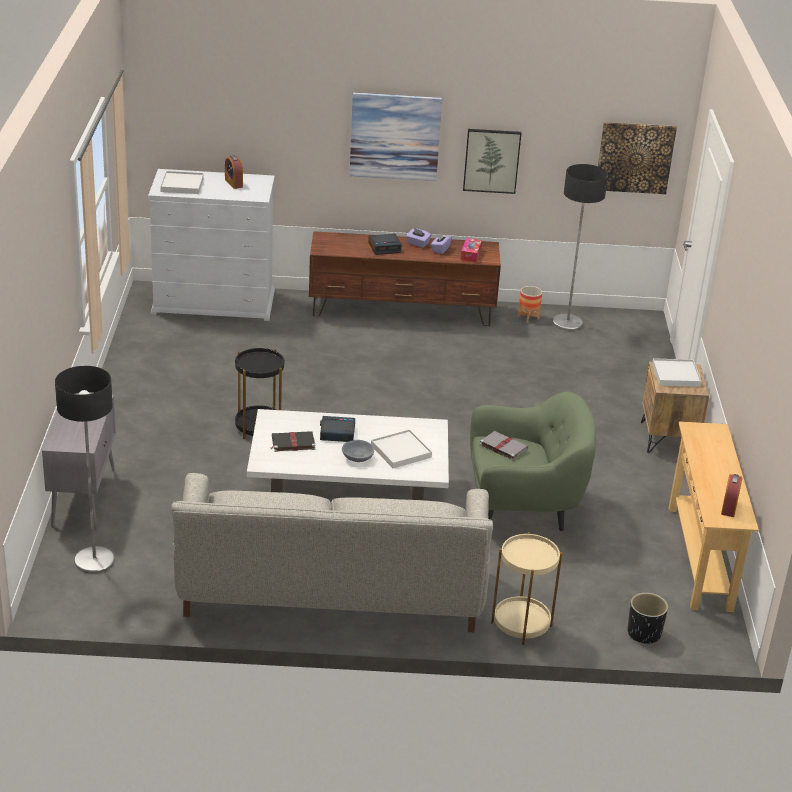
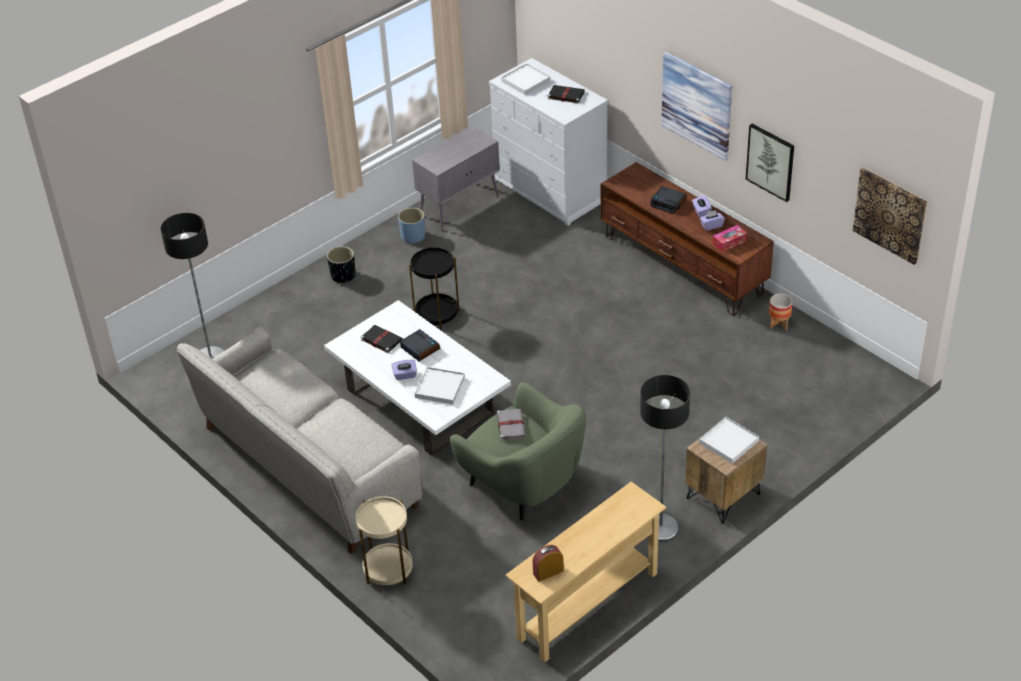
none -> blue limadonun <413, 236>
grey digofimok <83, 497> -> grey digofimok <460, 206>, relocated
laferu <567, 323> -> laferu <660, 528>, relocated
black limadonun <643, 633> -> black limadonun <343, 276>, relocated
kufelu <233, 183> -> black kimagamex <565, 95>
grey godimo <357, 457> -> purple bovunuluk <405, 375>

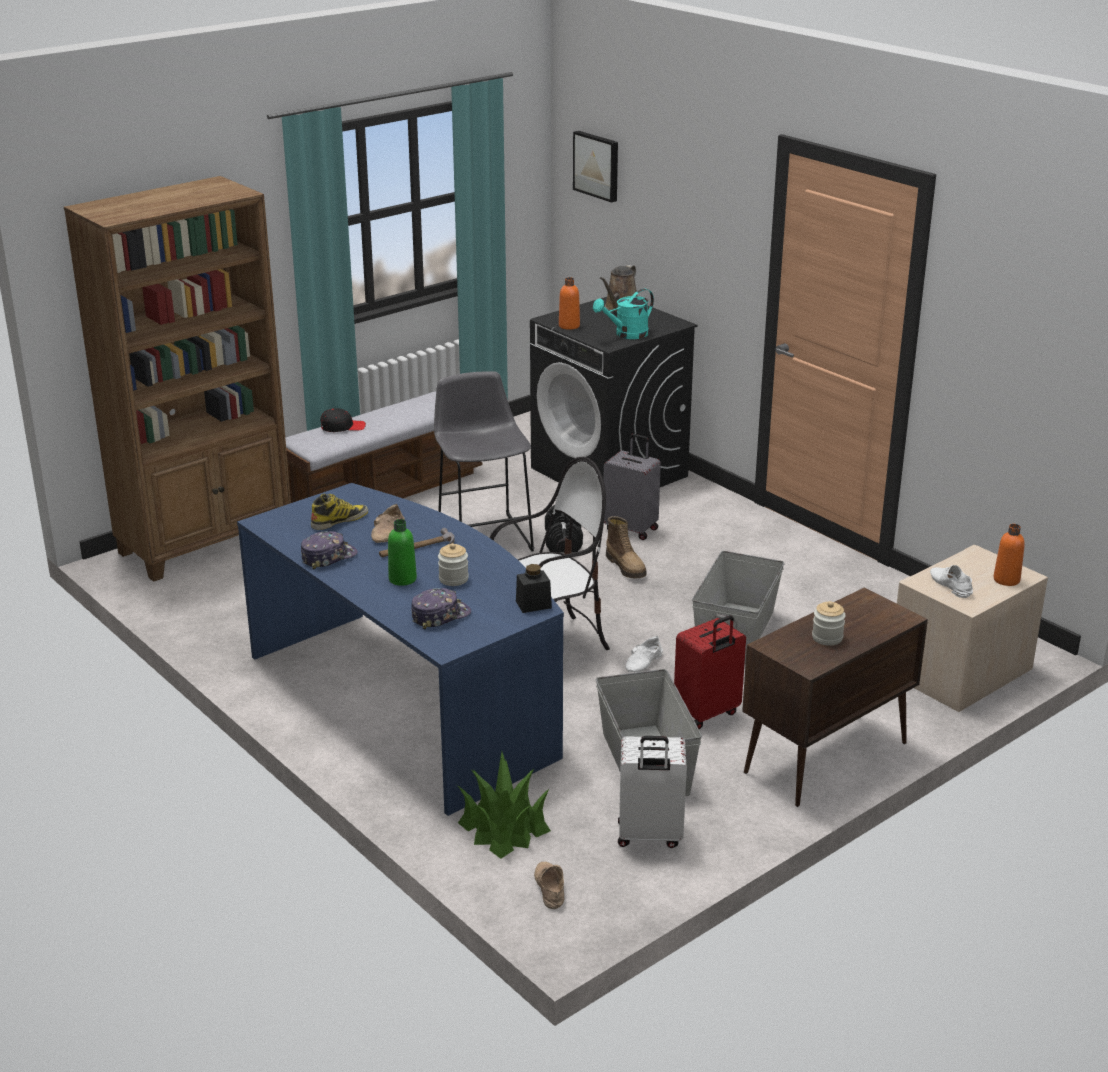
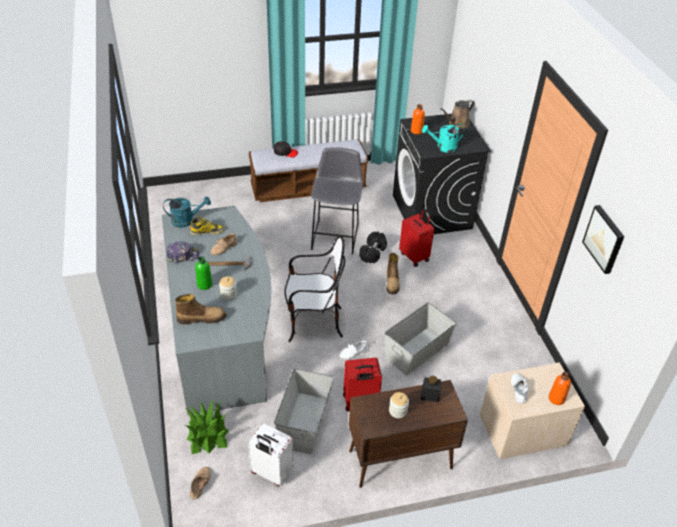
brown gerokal <207, 543> -> none
none -> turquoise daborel <186, 220>
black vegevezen <533, 604> -> black vegevezen <430, 395>, relocated
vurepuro <597, 165> -> vurepuro <605, 239>, relocated
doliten <440, 616> -> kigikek <202, 318>
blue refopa <408, 701> -> grey refopa <222, 333>
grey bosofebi <632, 529> -> red bosofebi <414, 256>

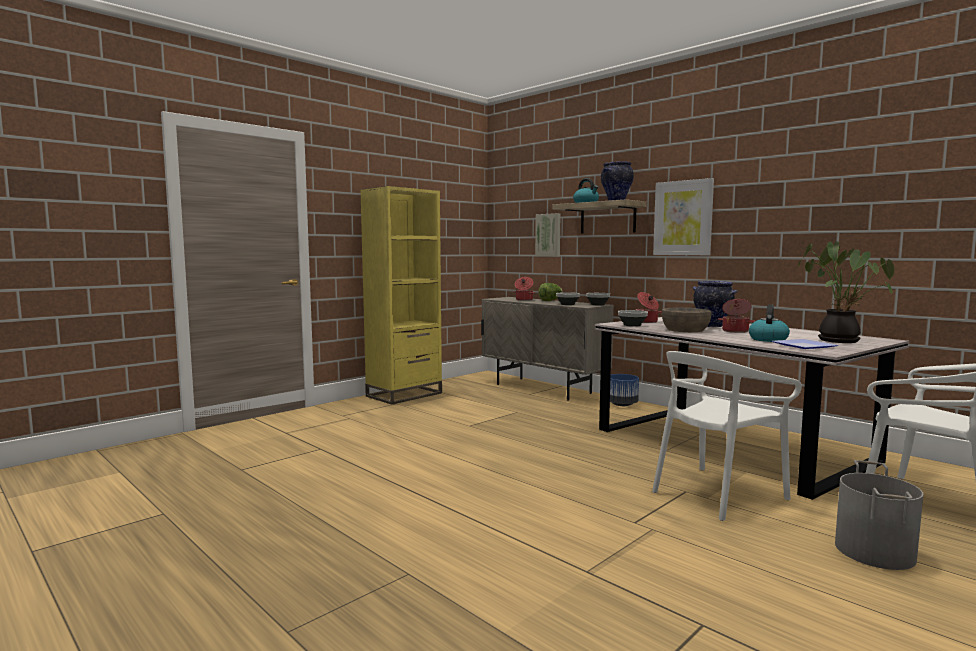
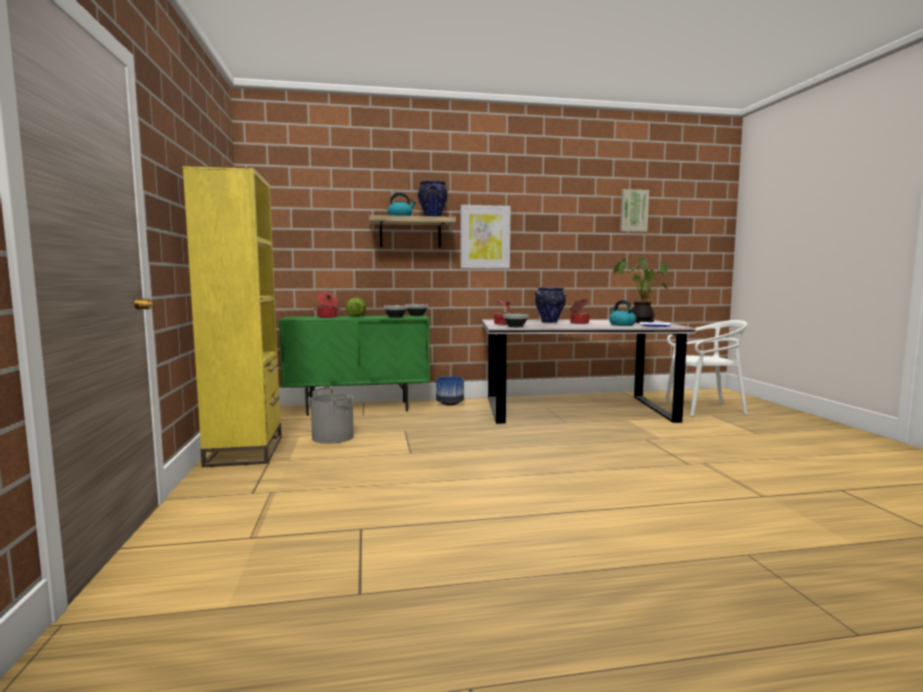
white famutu <717, 493> -> none
brown godimo <685, 330> -> none
vurepuro <548, 235> -> vurepuro <633, 211>, relocated
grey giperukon <875, 551> -> grey giperukon <333, 437>, relocated
beige digofimok <543, 389> -> green digofimok <358, 408>

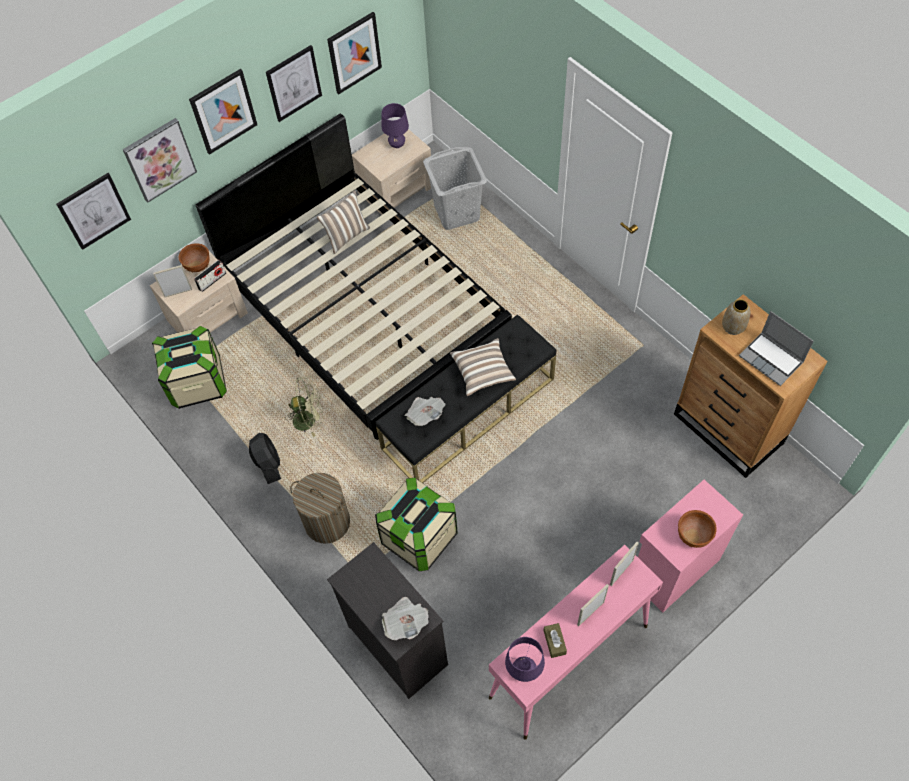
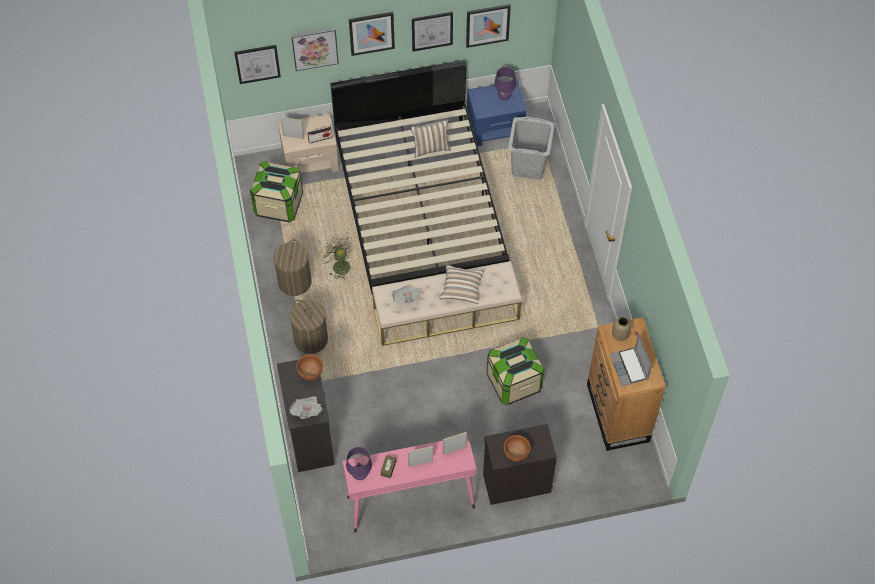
brown godimo <198, 265> -> brown godimo <311, 373>, relocated
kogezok <419, 537> -> kogezok <514, 382>, relocated
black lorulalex <268, 463> -> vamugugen <294, 281>
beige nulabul <396, 189> -> blue nulabul <495, 127>
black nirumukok <468, 413> -> beige nirumukok <446, 314>
pink digofimok <673, 569> -> black digofimok <516, 482>
green lorulalex <309, 419> -> green lorulalex <338, 265>, 150 degrees counterclockwise

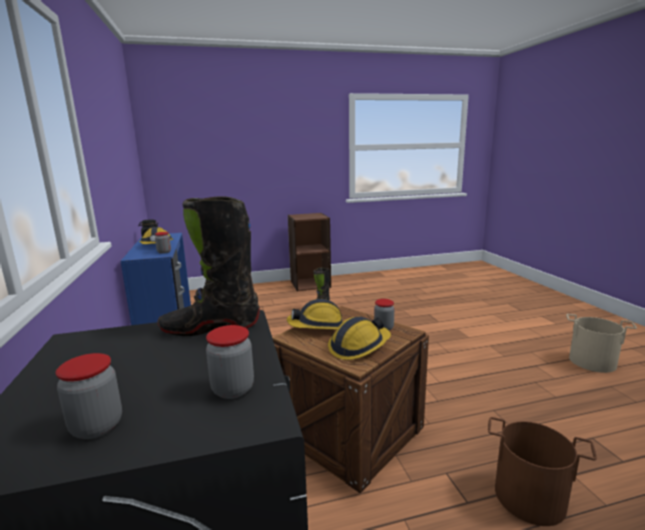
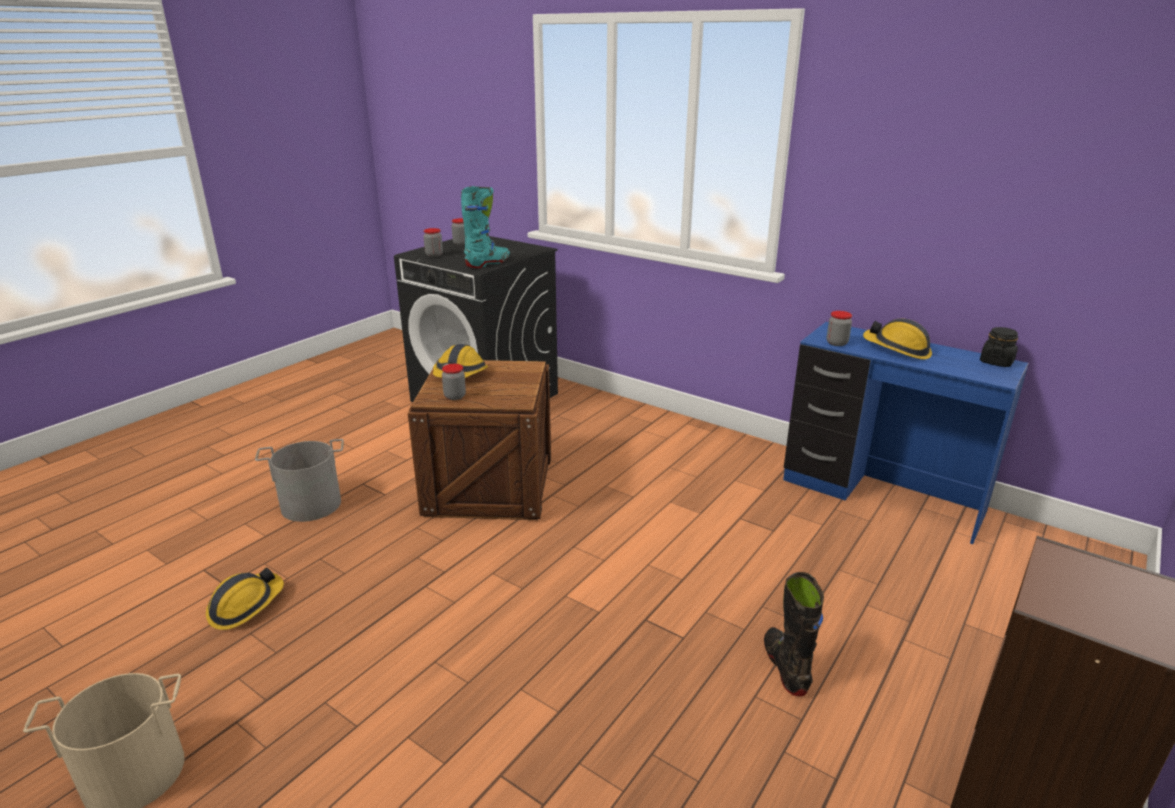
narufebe <317, 326> -> narufebe <245, 606>, relocated
black kigikek <211, 328> -> turquoise kigikek <488, 263>
brown giperukon <529, 497> -> grey giperukon <311, 504>

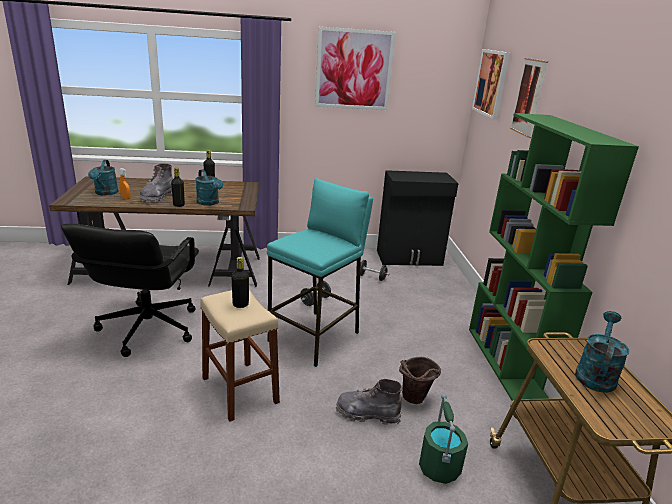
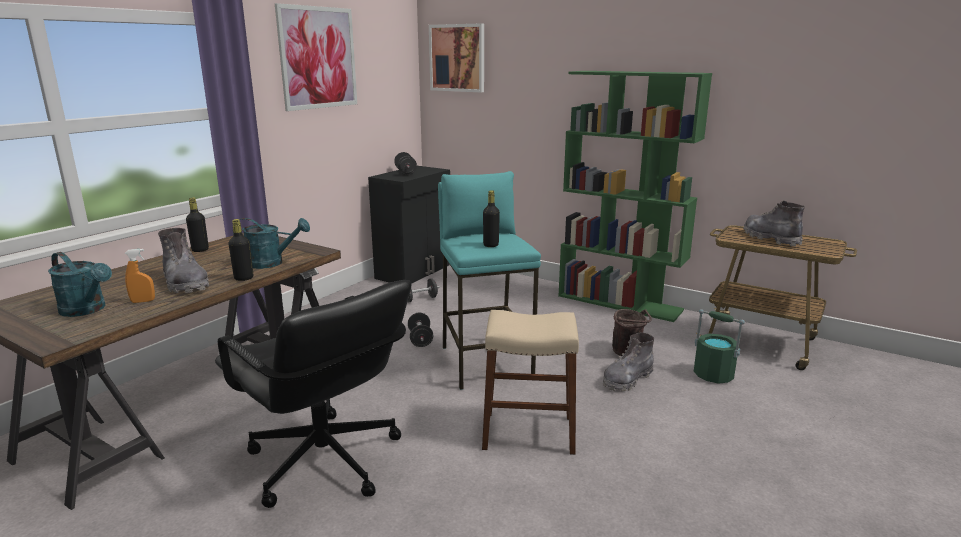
vurepuro <528, 97> -> none
none -> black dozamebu <405, 172>
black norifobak <240, 304> -> black norifobak <491, 245>, relocated
turquoise daborel <595, 374> -> grey kigikek <771, 238>

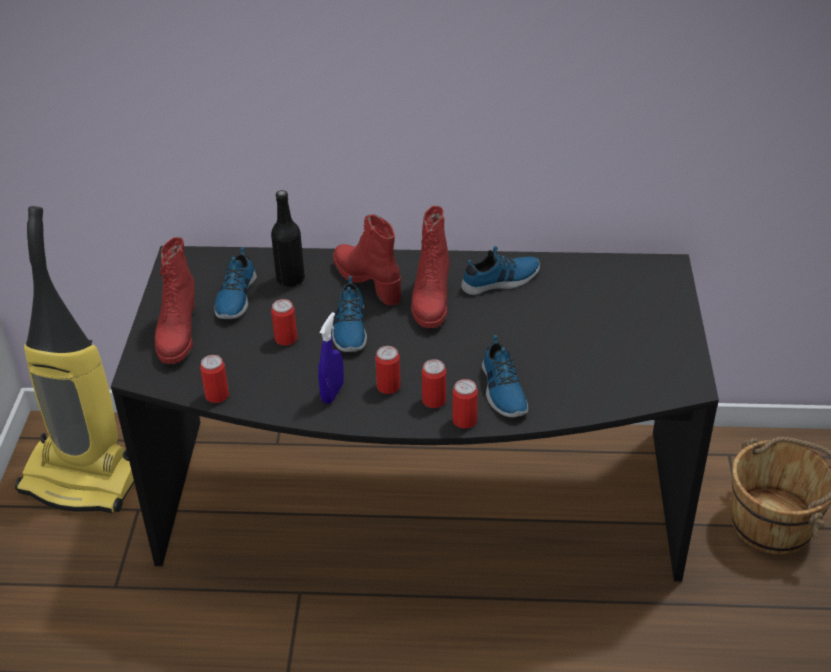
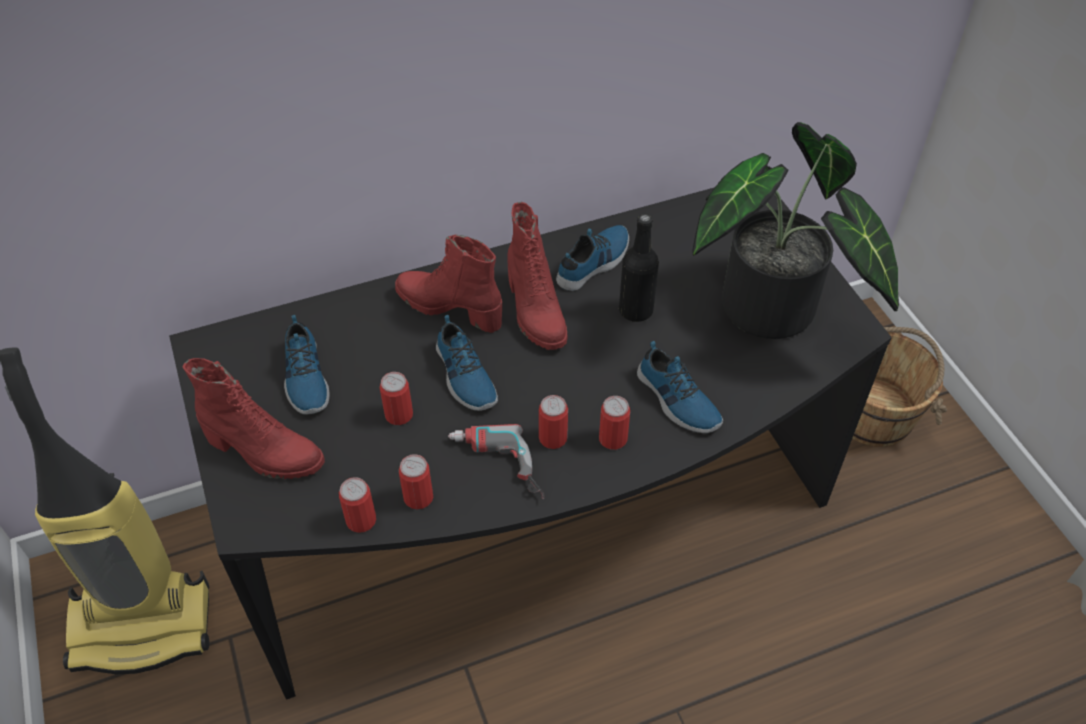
none -> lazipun <772, 315>
black norifobak <290, 279> -> black norifobak <635, 310>, relocated
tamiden <464, 421> -> tamiden <418, 497>, relocated
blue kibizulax <332, 393> -> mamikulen <495, 468>
red kigikek <178, 335> -> red kigikek <264, 453>, 45 degrees counterclockwise

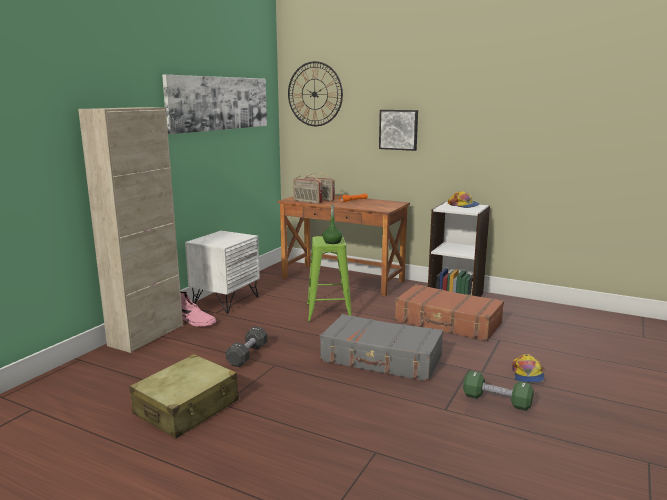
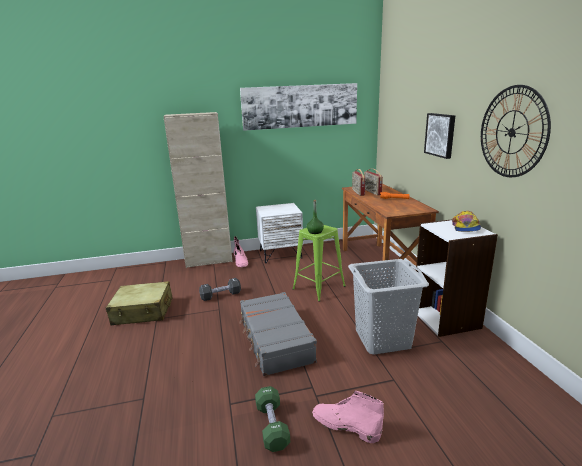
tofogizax <314, 94> -> tofogizax <512, 132>, relocated
brown bosofebi <447, 323> -> grey vamugugen <383, 339>
doliten <527, 374> -> pink kigikek <345, 426>

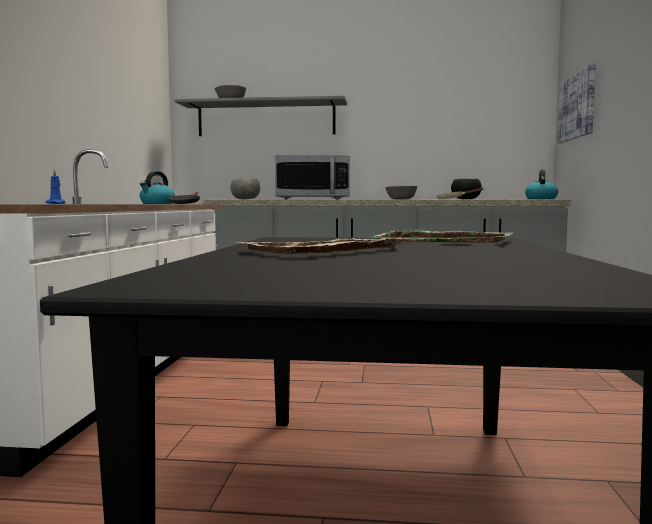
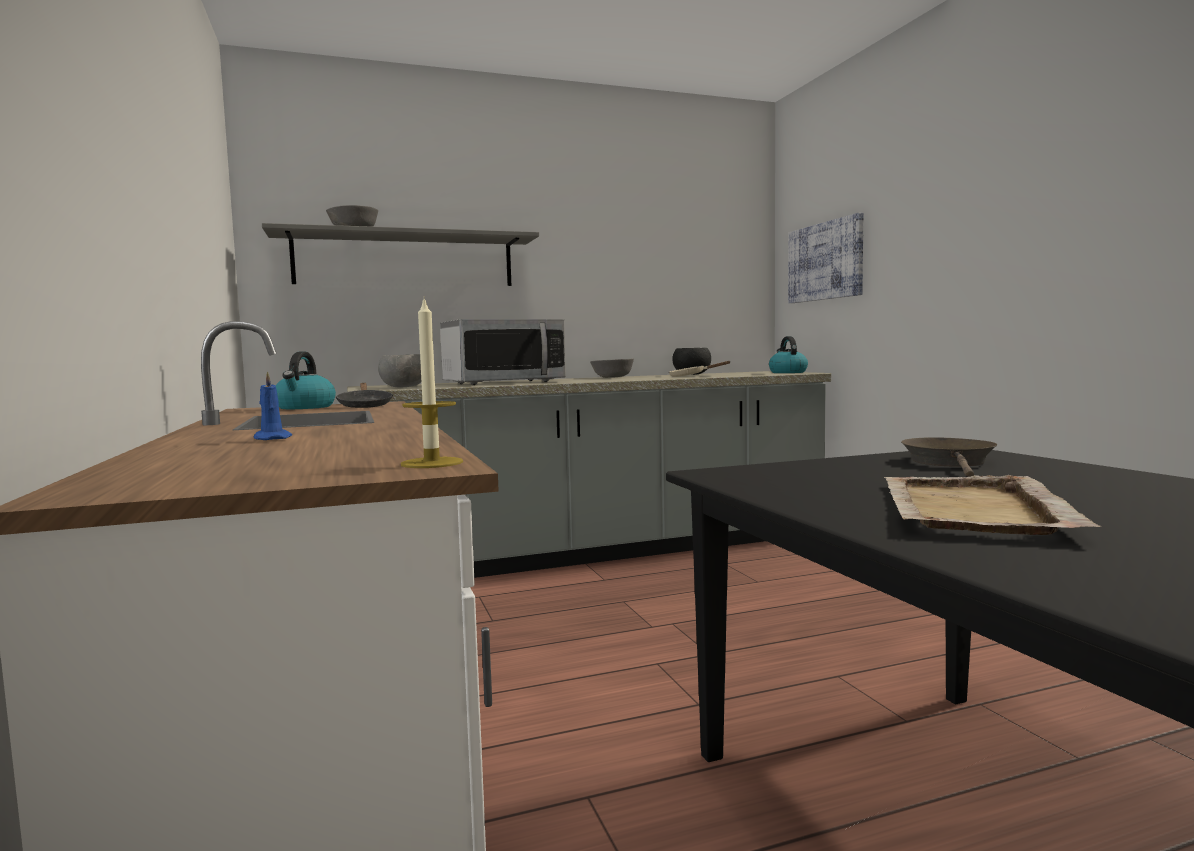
none -> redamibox <432, 463>
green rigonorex <443, 241> -> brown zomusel <950, 463>

